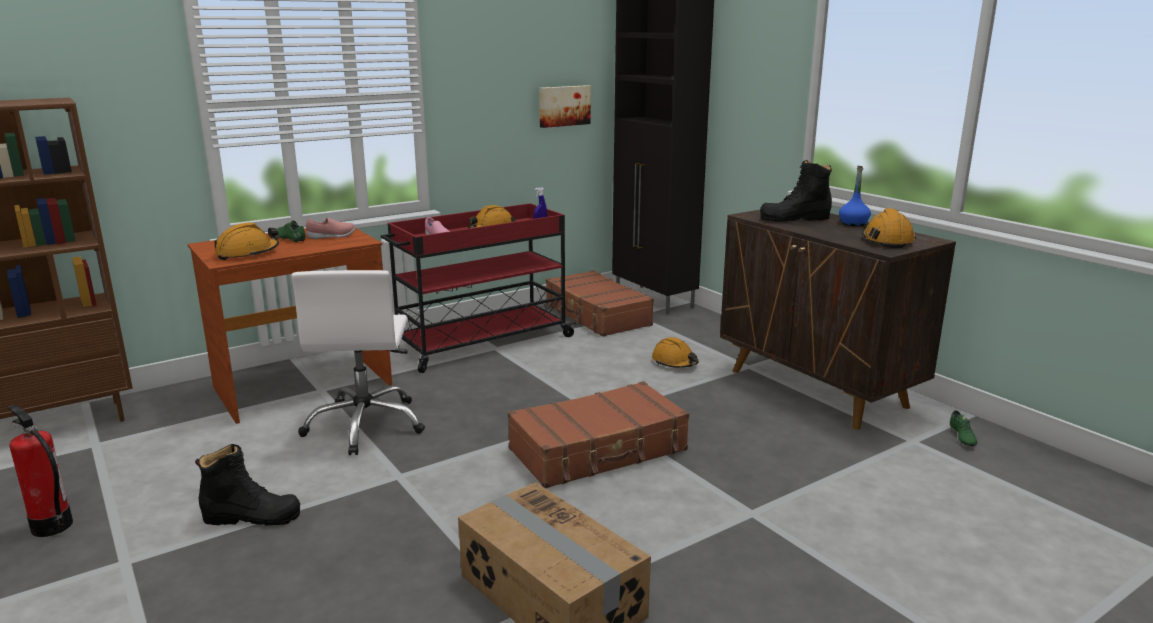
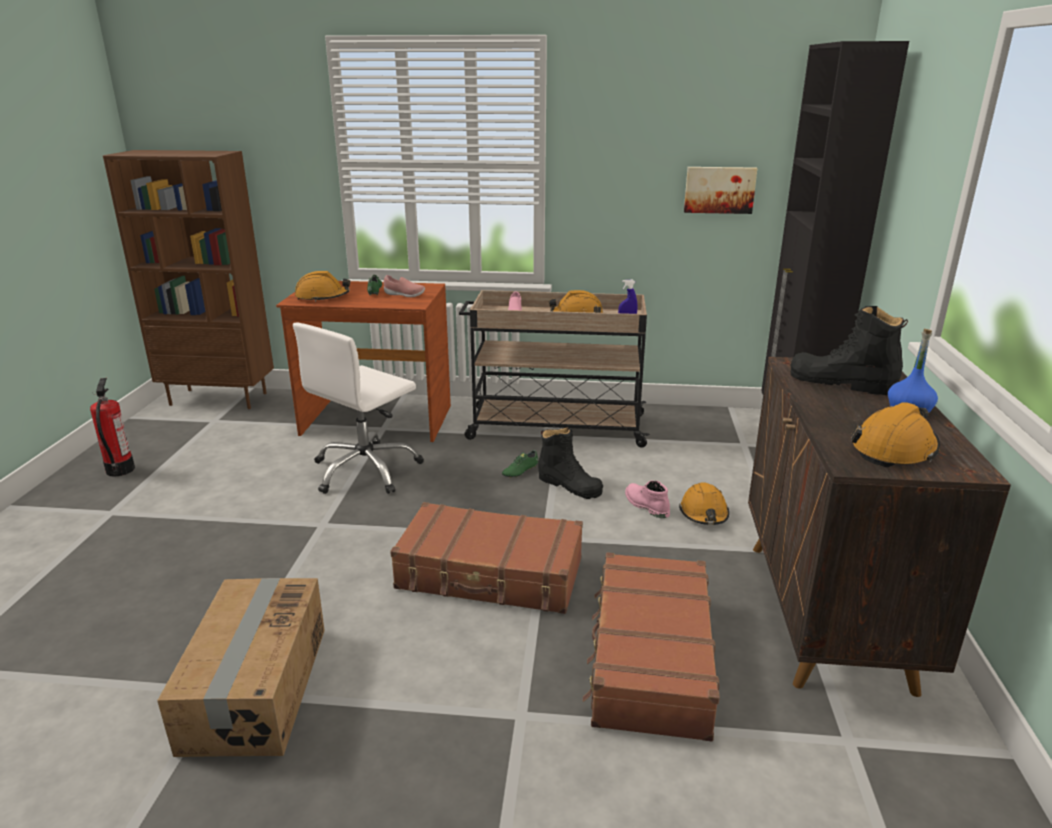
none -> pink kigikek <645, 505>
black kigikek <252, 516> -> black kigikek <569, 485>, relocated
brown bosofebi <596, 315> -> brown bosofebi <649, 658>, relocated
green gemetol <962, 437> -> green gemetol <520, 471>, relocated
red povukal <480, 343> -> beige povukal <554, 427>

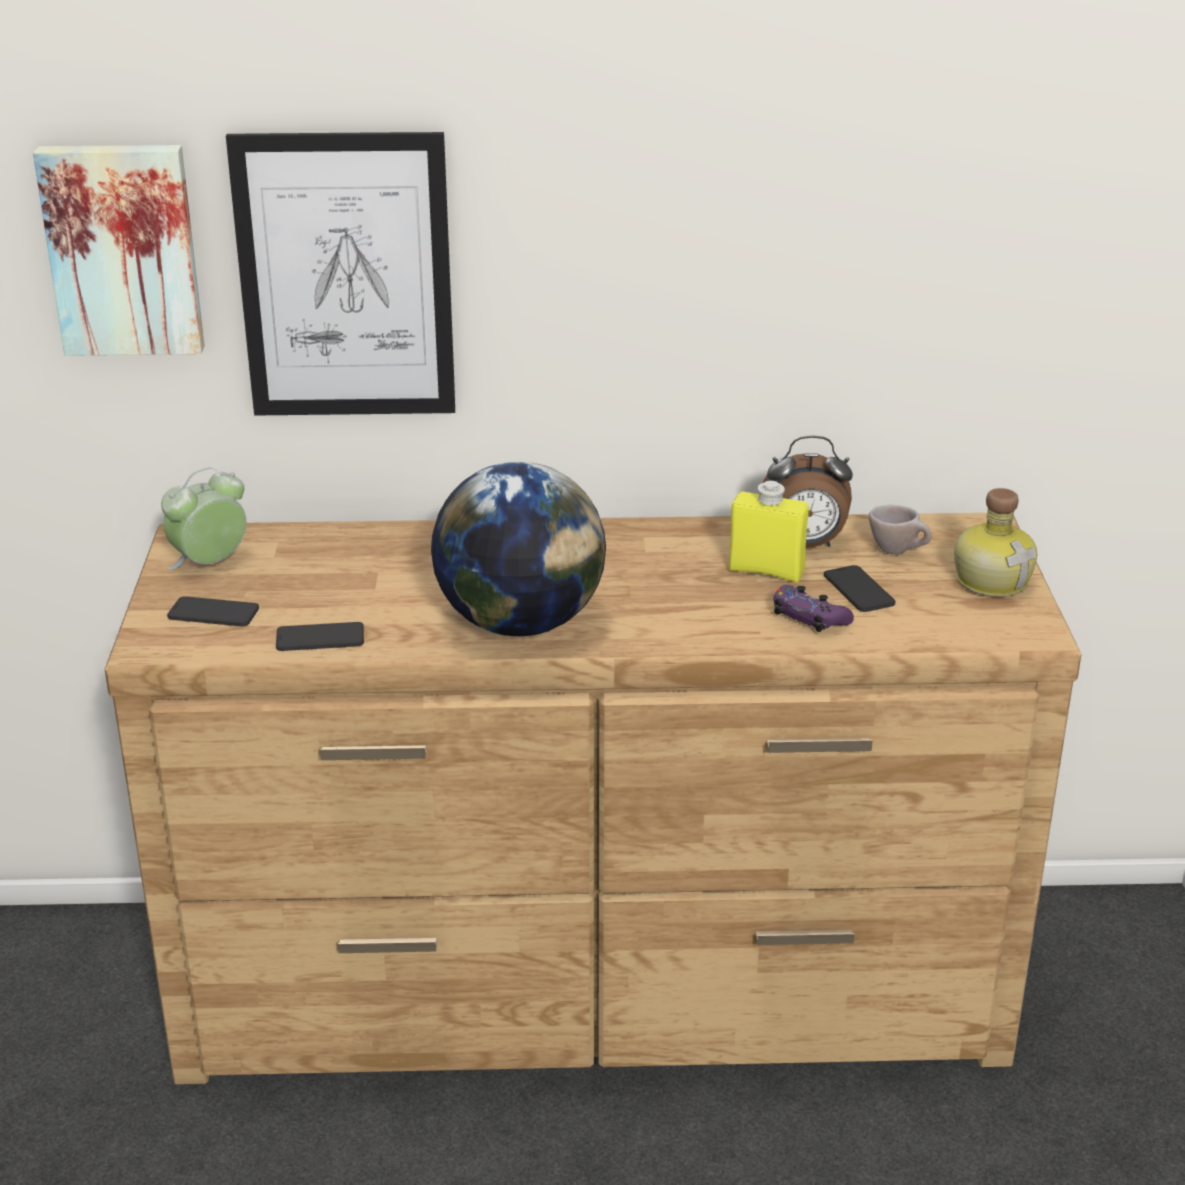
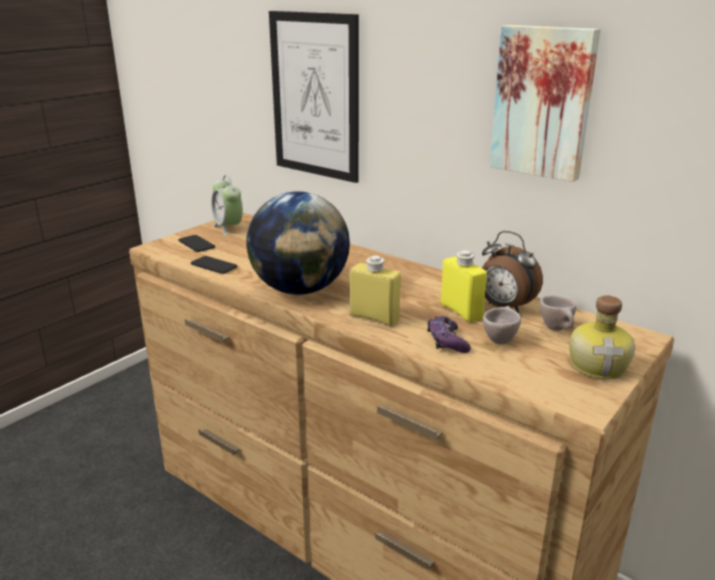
none -> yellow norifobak <374, 317>
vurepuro <123, 249> -> vurepuro <543, 102>, relocated
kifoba <858, 590> -> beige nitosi <500, 339>
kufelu <210, 564> -> kufelu <228, 228>, 120 degrees counterclockwise

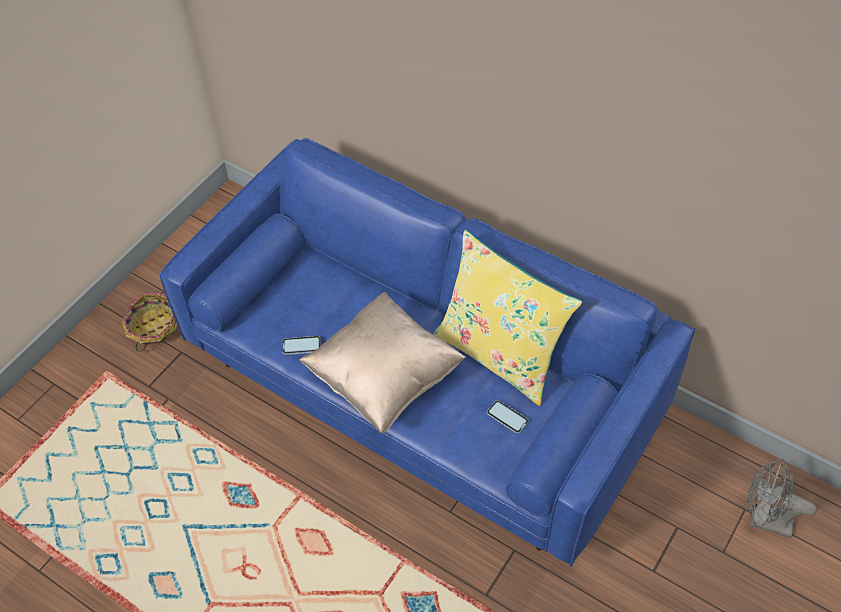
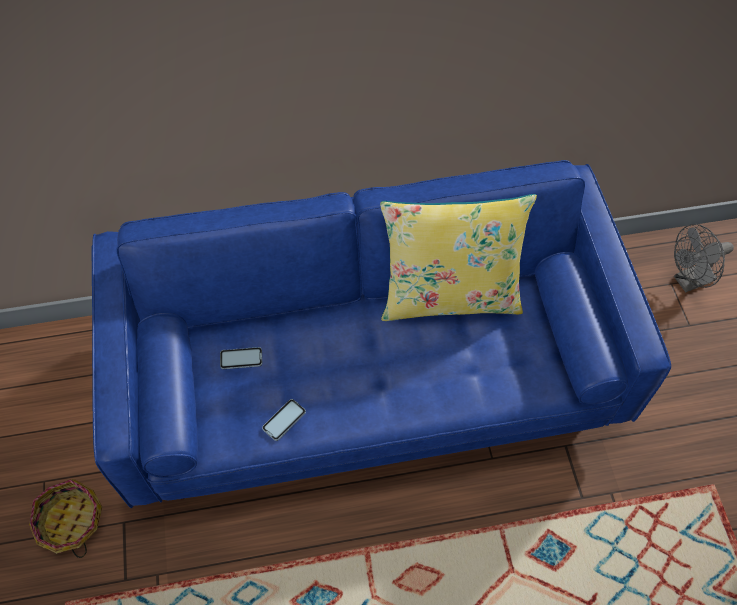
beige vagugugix <384, 378> -> none
kifoba <507, 417> -> kifoba <241, 359>, relocated

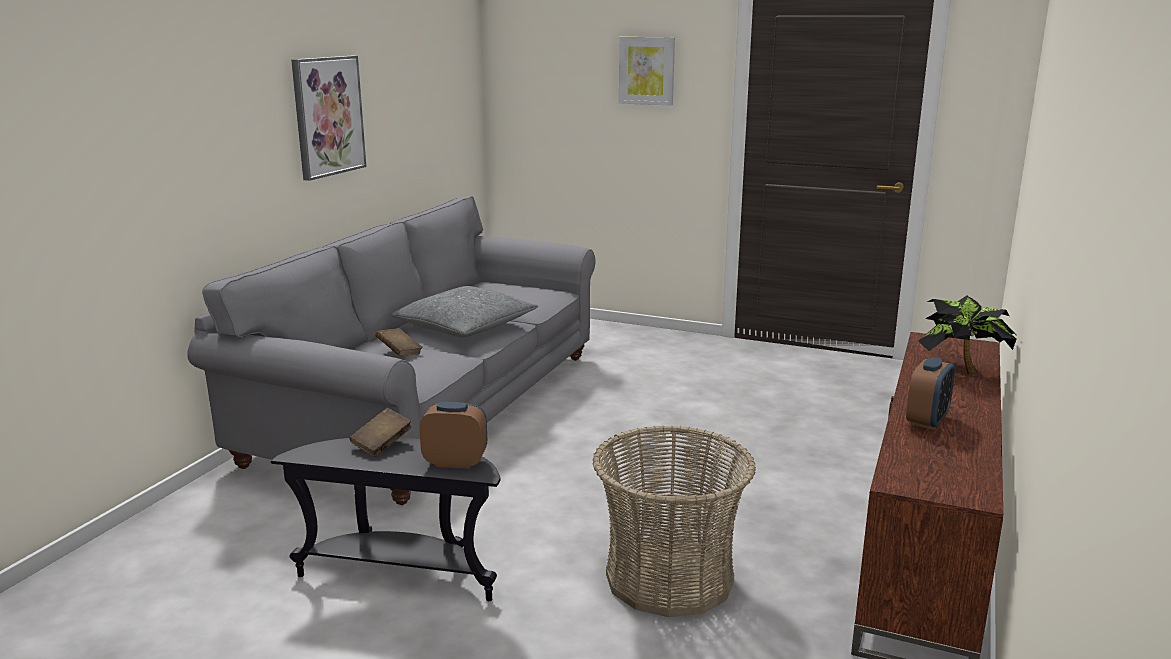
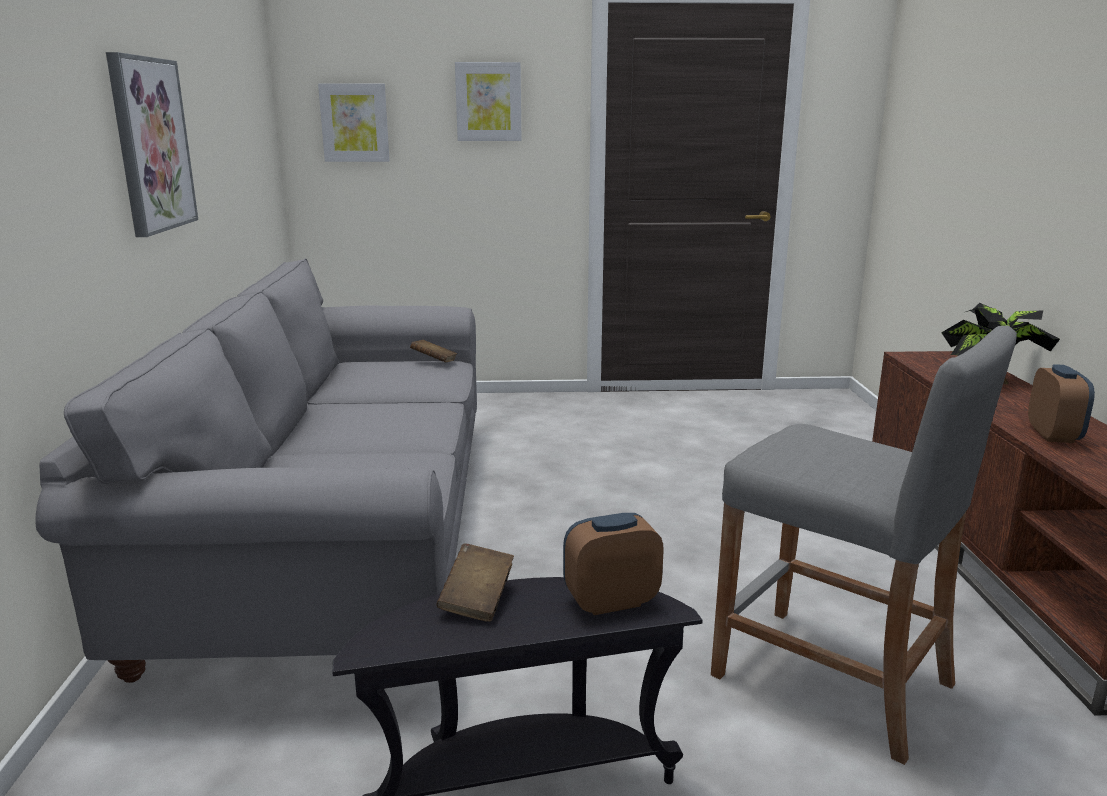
grey vagugugix <465, 326> -> none
none -> vurepuro <355, 123>
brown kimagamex <399, 352> -> brown kimagamex <434, 361>, relocated
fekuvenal <669, 578> -> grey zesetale <831, 679>

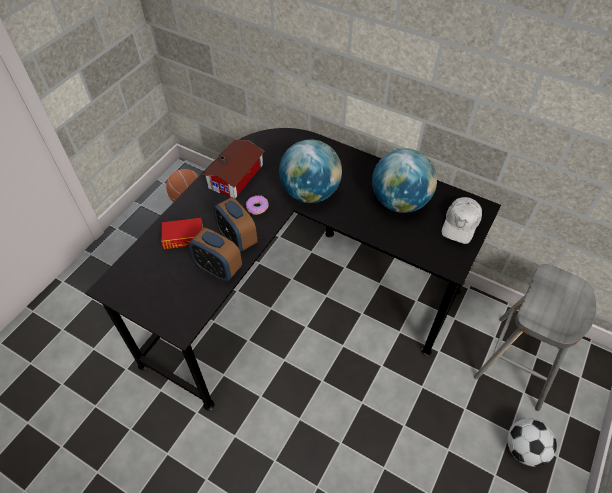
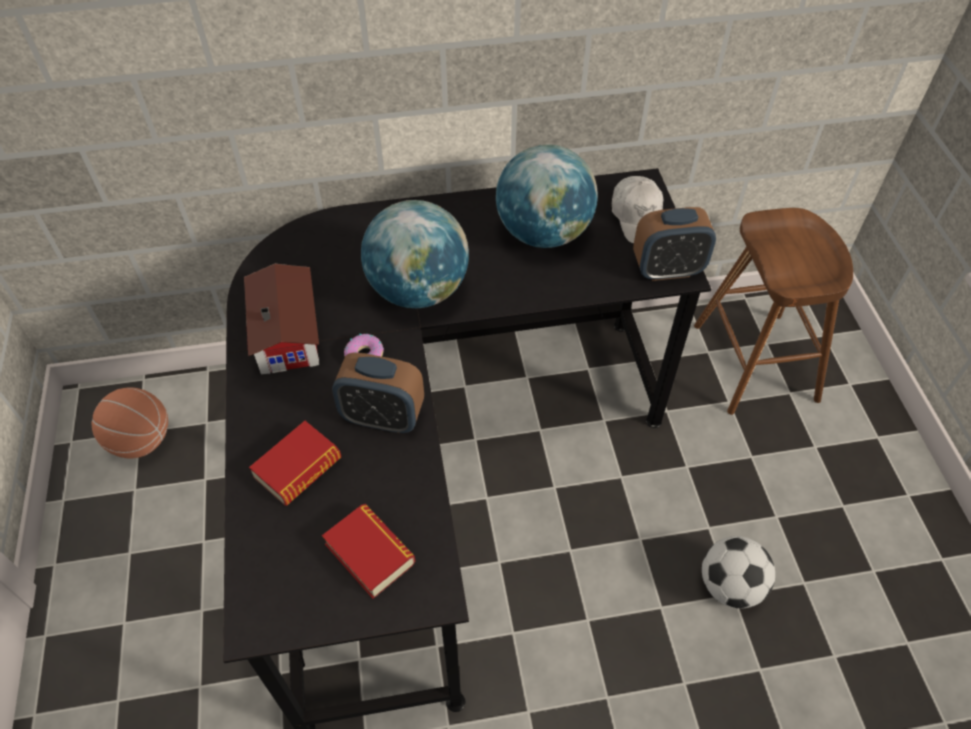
none -> kimagamex <370, 554>
kufelu <218, 269> -> kufelu <667, 269>, relocated
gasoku <523, 448> -> gasoku <729, 585>, relocated
grey zesetale <518, 361> -> brown zesetale <754, 362>

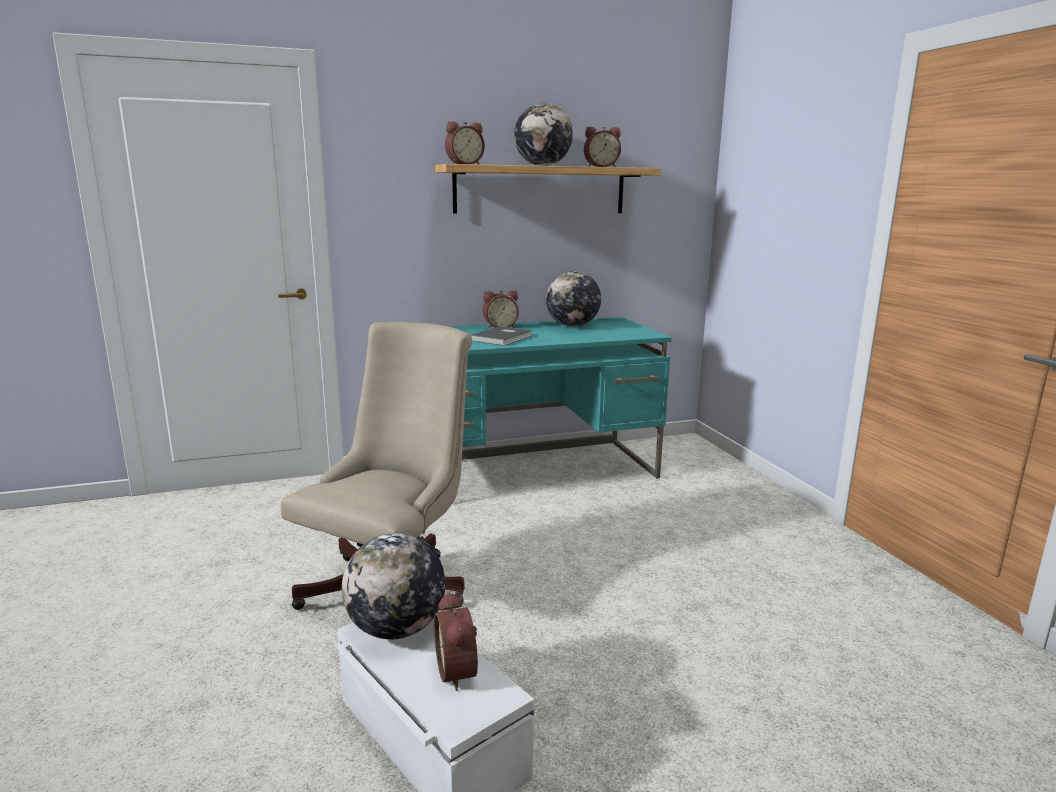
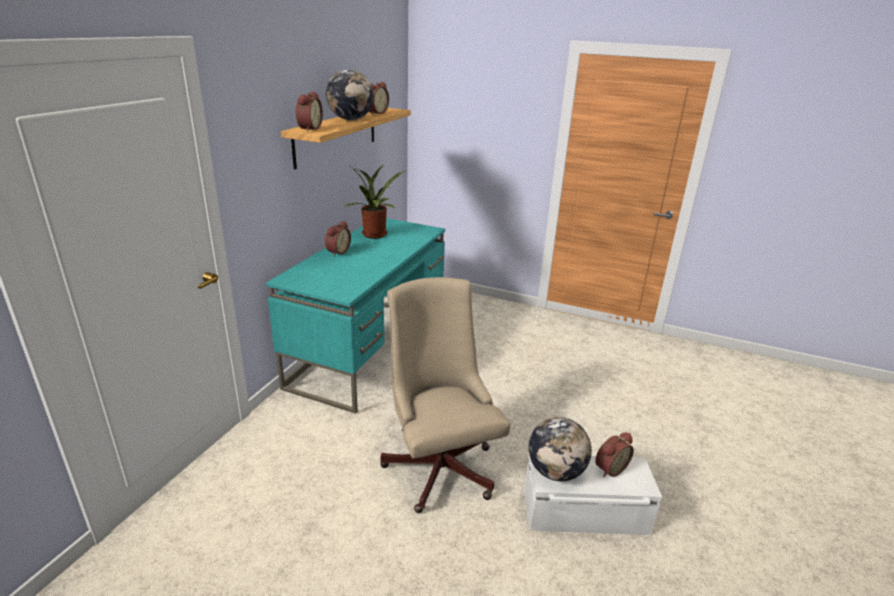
grey kimagamex <503, 338> -> none
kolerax <572, 326> -> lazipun <375, 235>
kufelu <460, 671> -> kufelu <609, 468>, 60 degrees counterclockwise

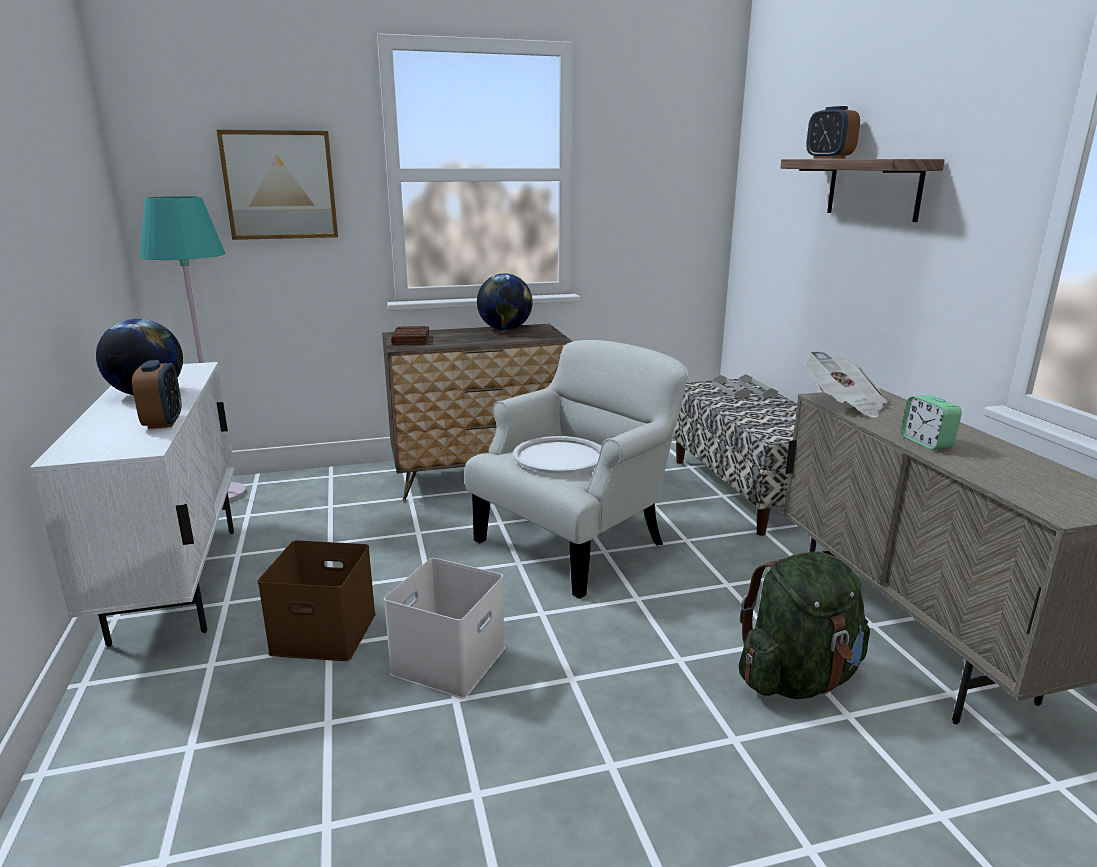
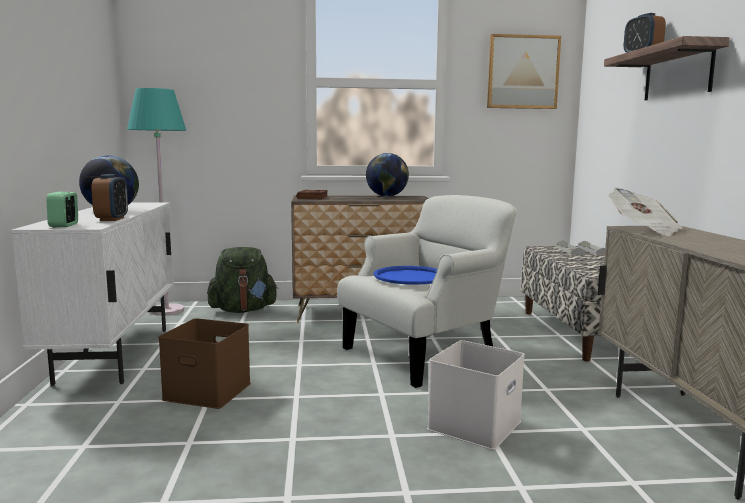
vurepuro <280, 185> -> vurepuro <522, 72>, relocated
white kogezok <448, 659> -> white kogezok <473, 424>, relocated
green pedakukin <797, 678> -> green pedakukin <243, 310>, relocated
kufelu <926, 443> -> kufelu <64, 225>, relocated
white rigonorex <559, 456> -> blue rigonorex <410, 276>

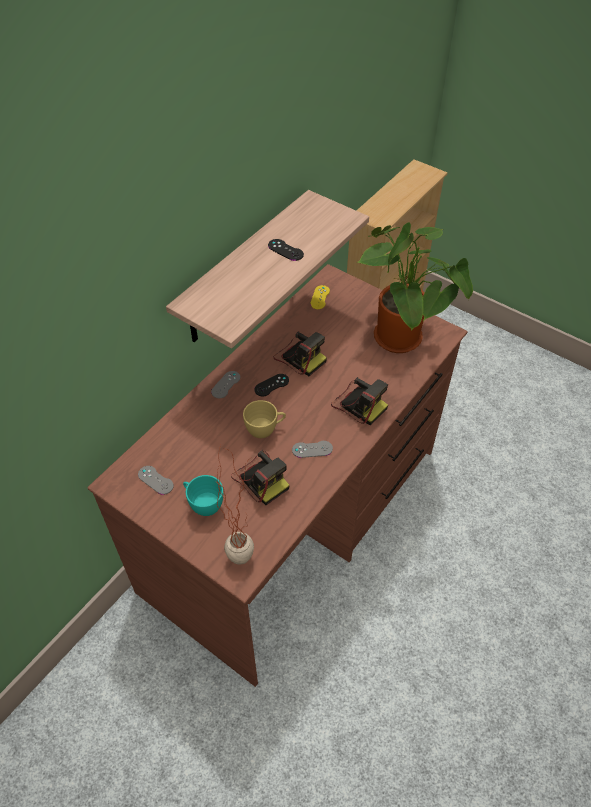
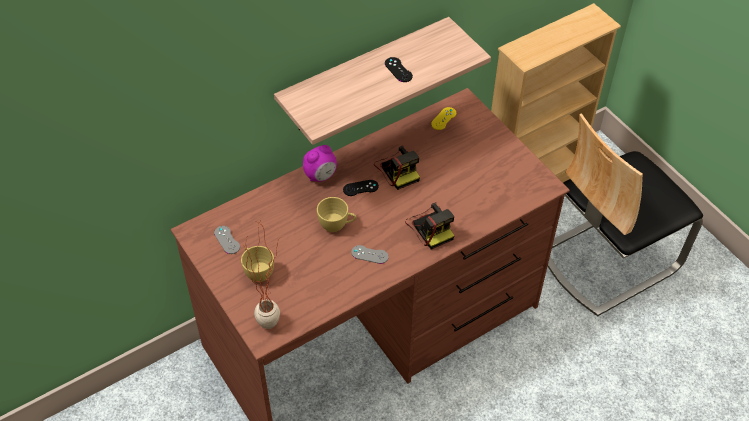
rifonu <261, 479> -> none
lazipun <402, 341> -> none
none -> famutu <607, 258>
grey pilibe <226, 384> -> kufelu <320, 176>
turquoise nitosi <203, 504> -> yellow nitosi <257, 272>

